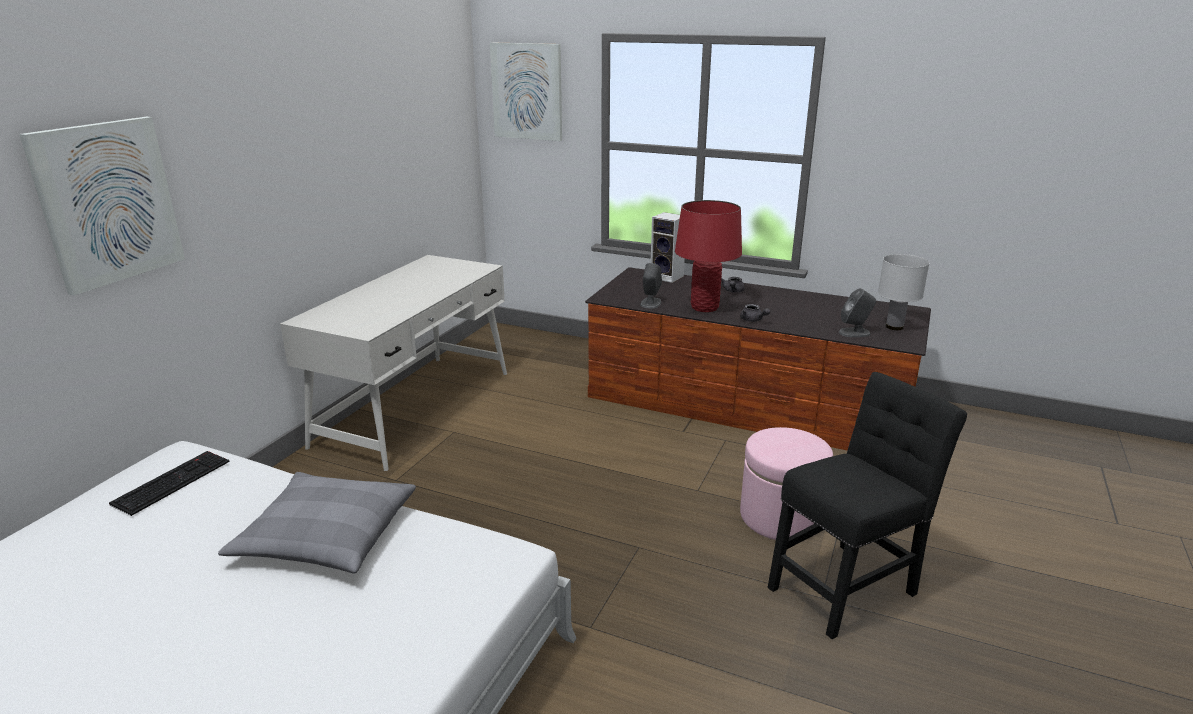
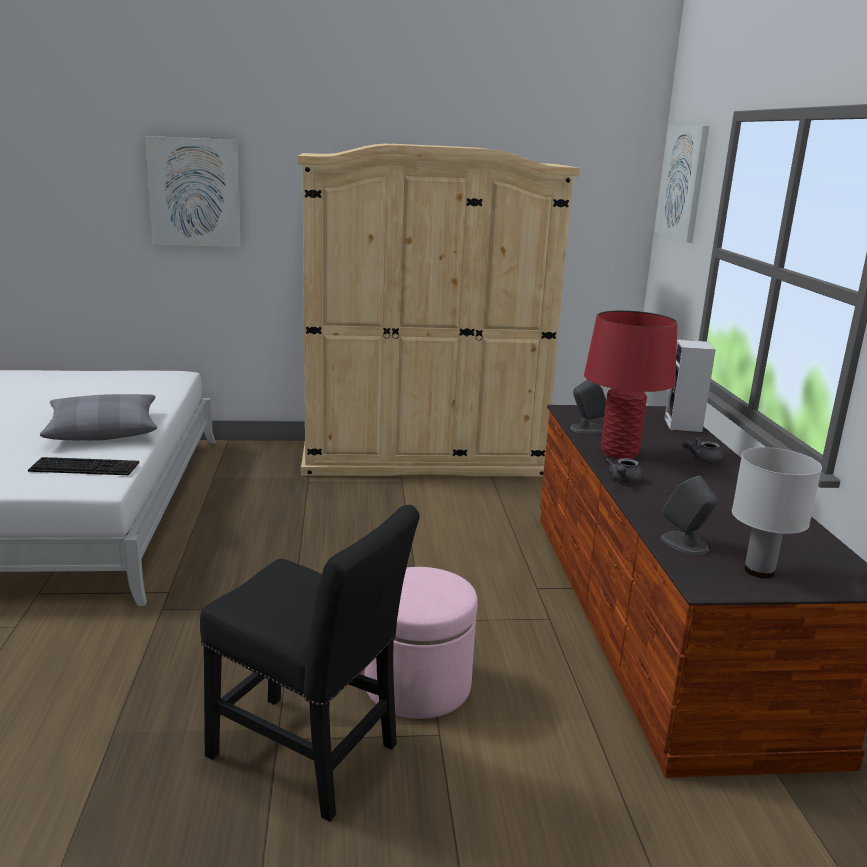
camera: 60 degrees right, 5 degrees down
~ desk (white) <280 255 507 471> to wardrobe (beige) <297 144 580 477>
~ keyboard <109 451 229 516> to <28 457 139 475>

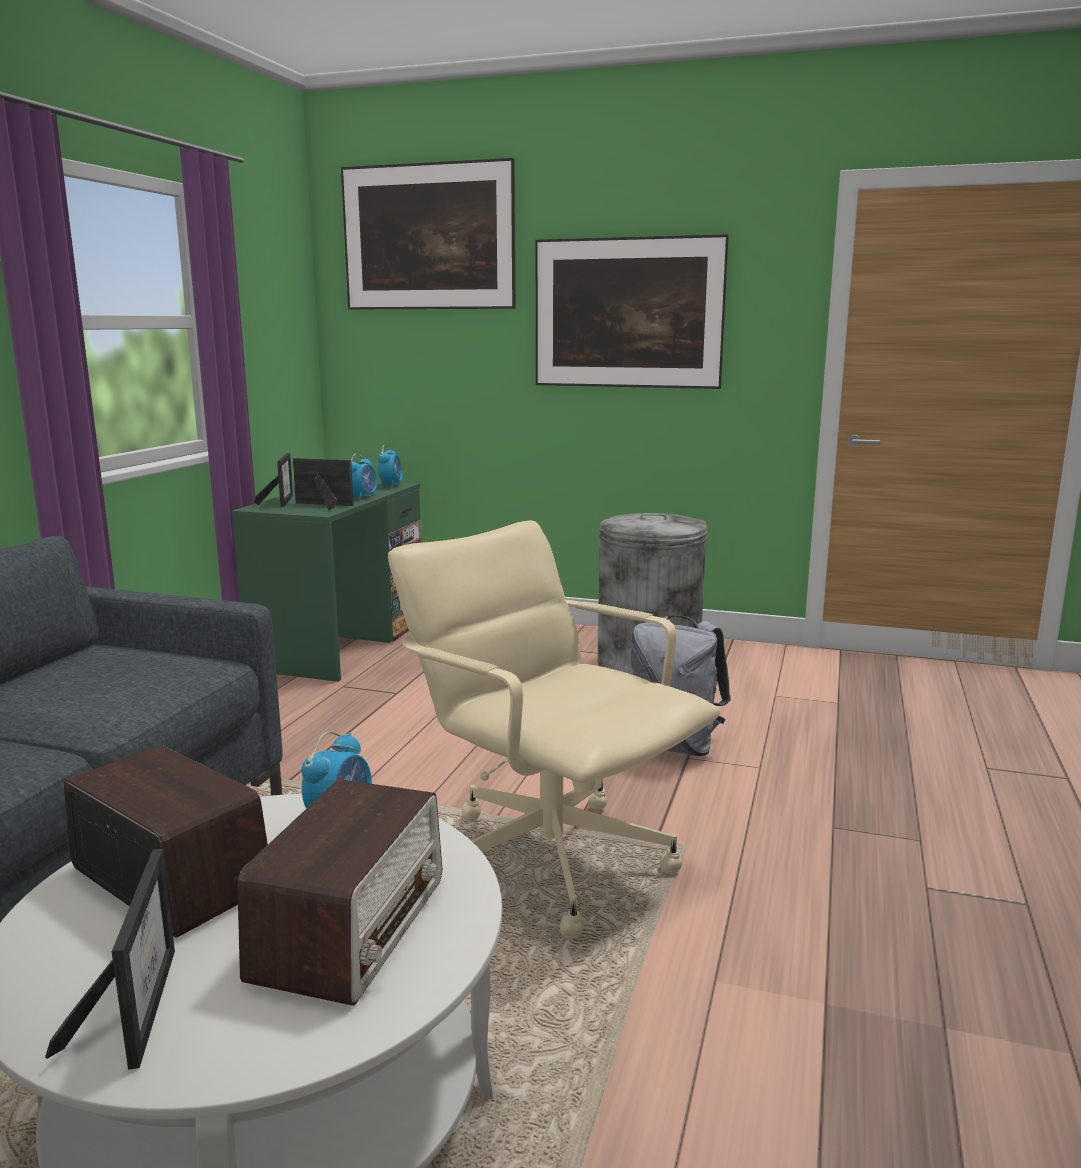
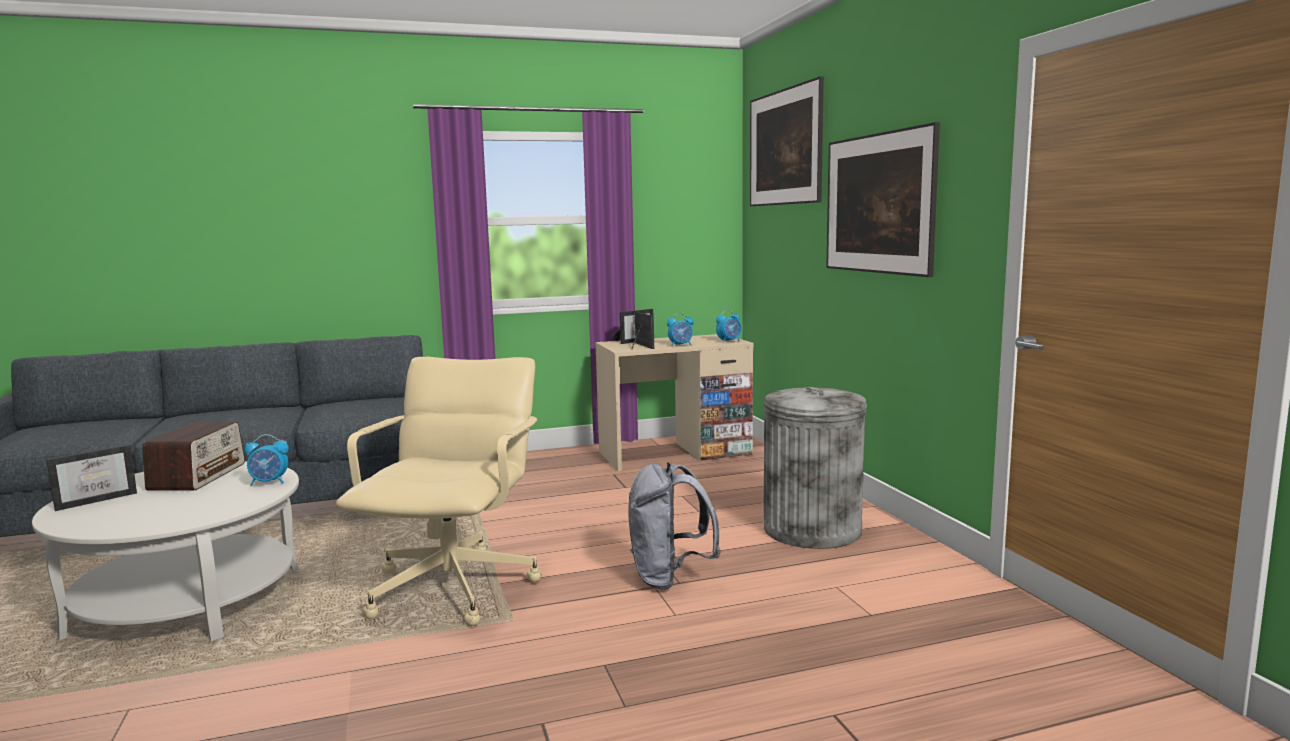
camera: 55 degrees right, 5 degrees down
~ desk (green) <232 481 421 682> to desk (beige) <595 334 754 471>
- radio <238 779 442 1006>

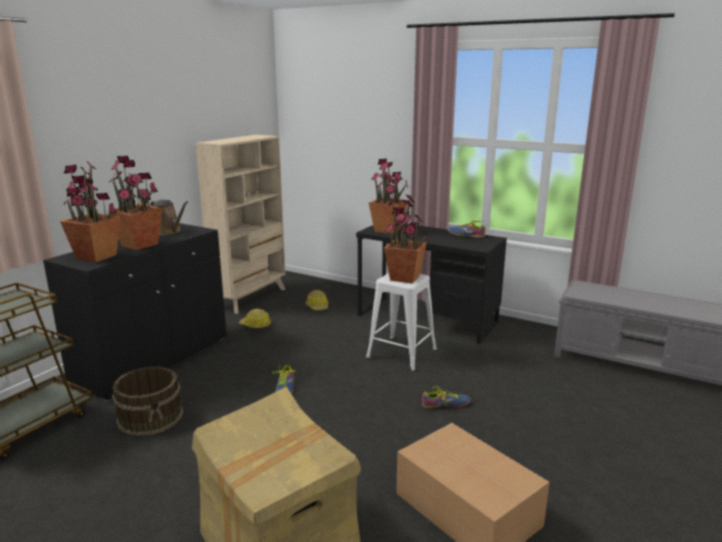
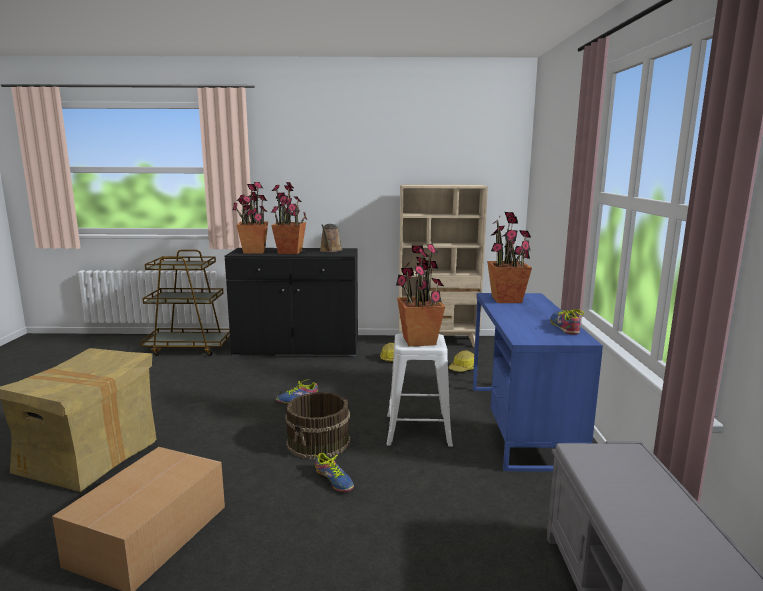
camera: 60 degrees right, 5 degrees down
~ desk (black) <356 223 507 344> to desk (blue) <473 293 603 472>
~ bucket (brown) <112 366 183 436> to <285 392 351 459>

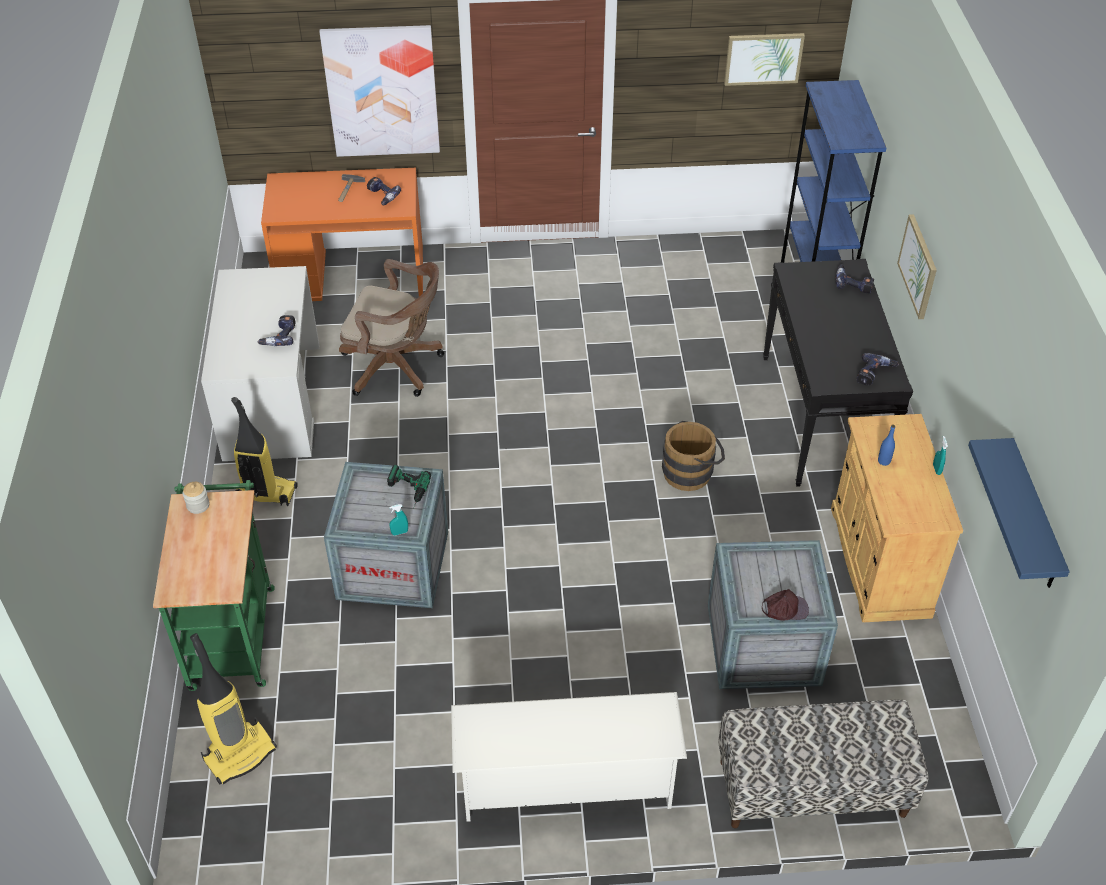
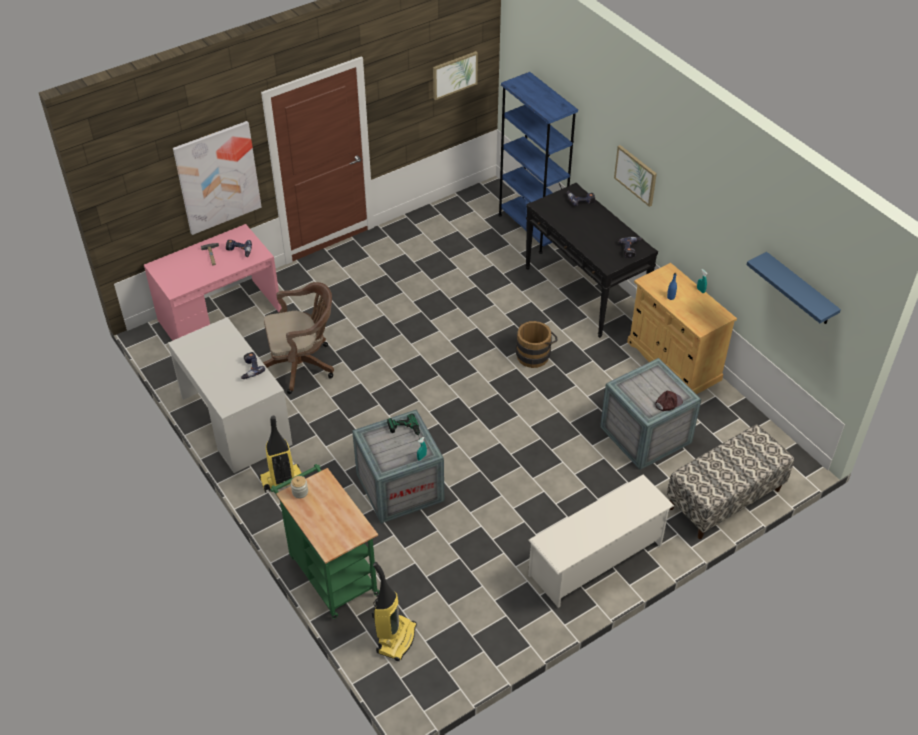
camera: 30 degrees left, 0 degrees up
~ desk (orange) <261 168 423 301> to desk (pink) <144 224 281 341>

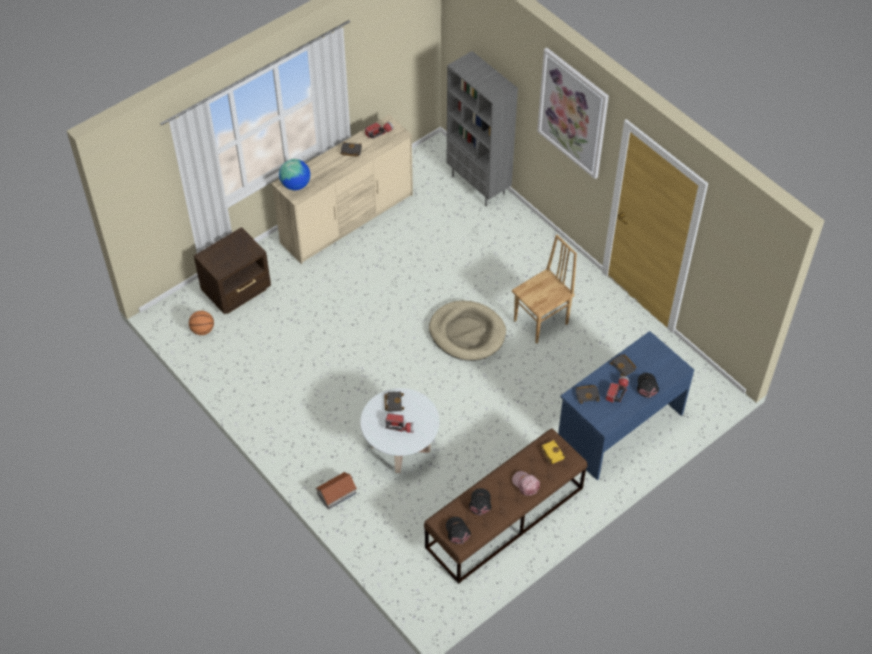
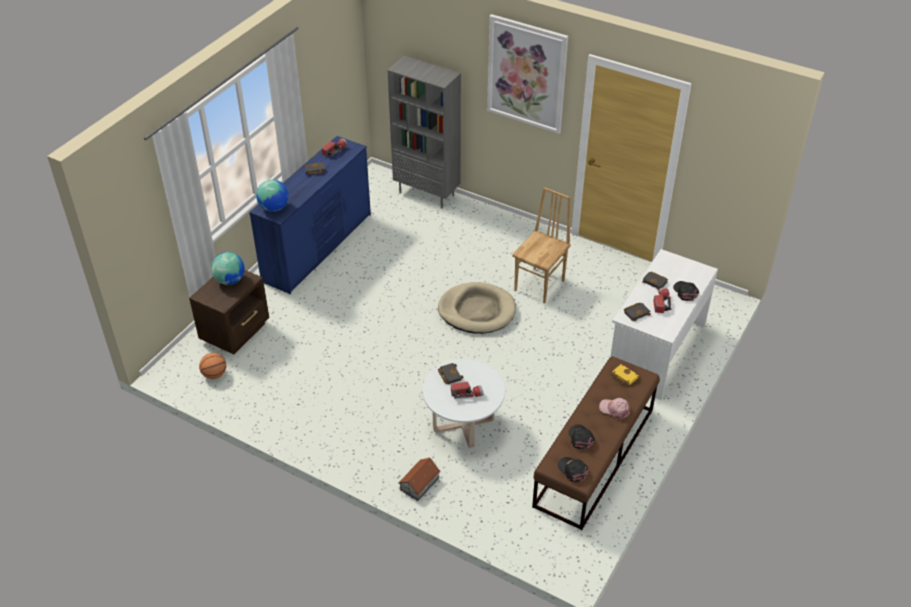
camera: 20 degrees left, 10 degrees down
~ dresser (beige) <272 115 413 264> to dresser (blue) <249 136 371 294>
~ desk (blue) <558 331 694 480> to desk (white) <611 249 718 400>
+ globe <211 252 245 285>

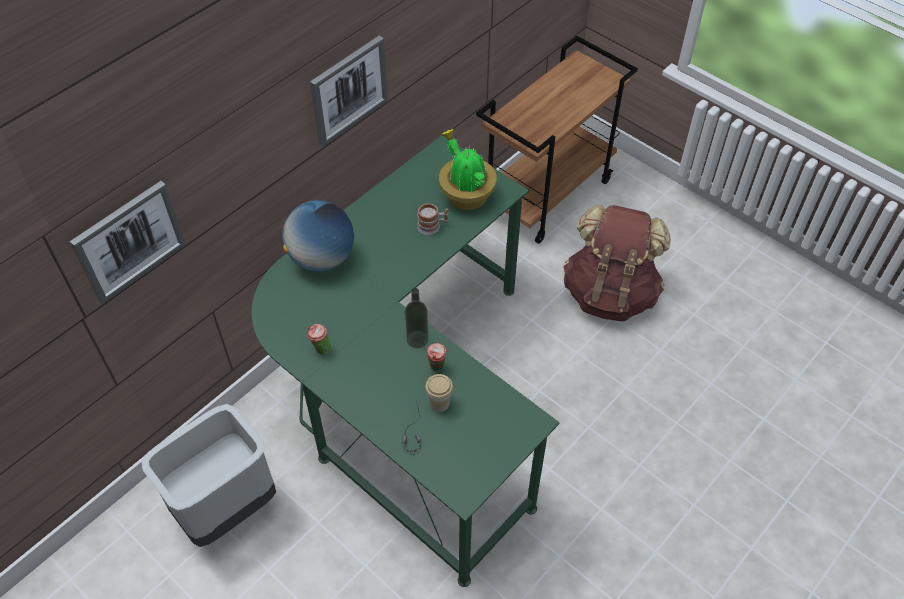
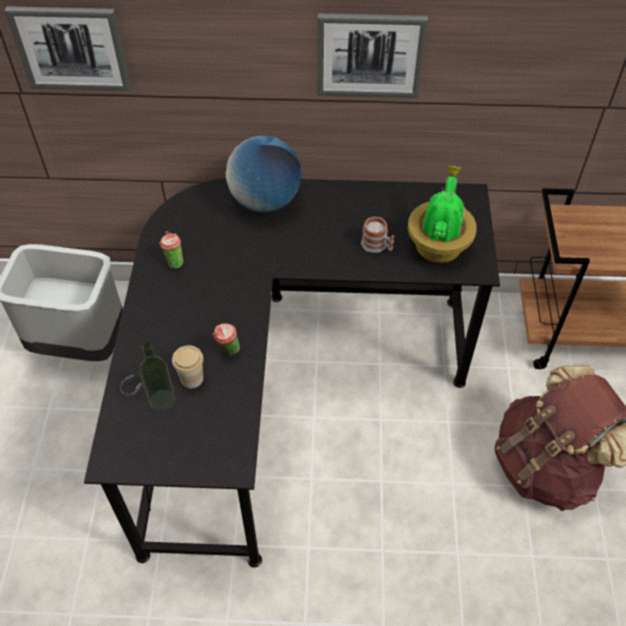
camera: 50 degrees right, 0 degrees up
~ desk (green) <251 135 560 587> to desk (black) <84 178 500 568>
~ bottle <405 288 429 348> to <139 342 175 411>

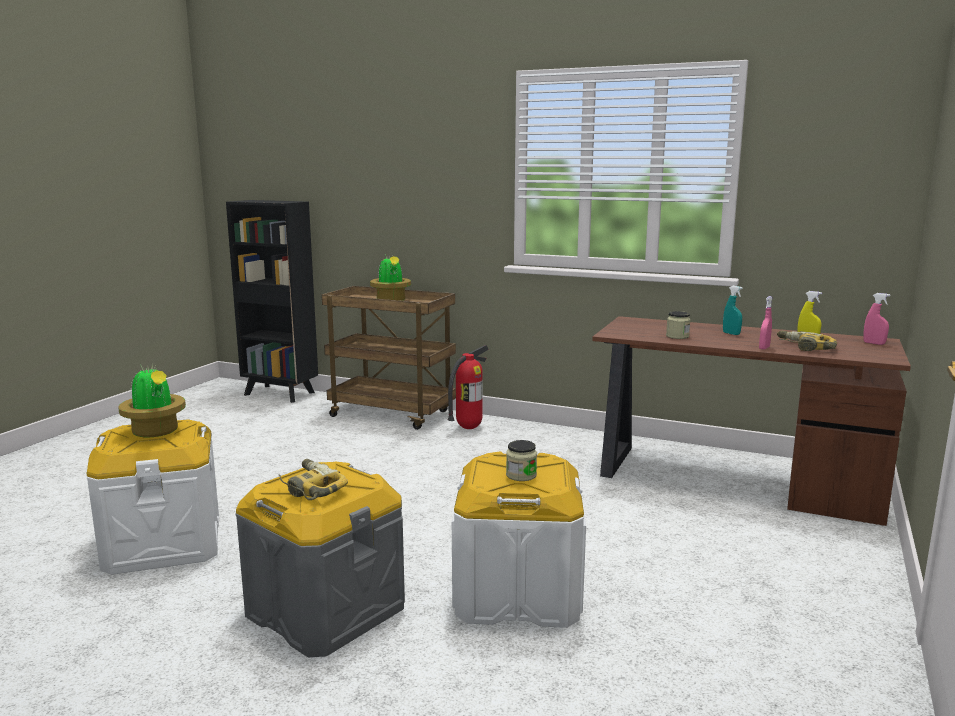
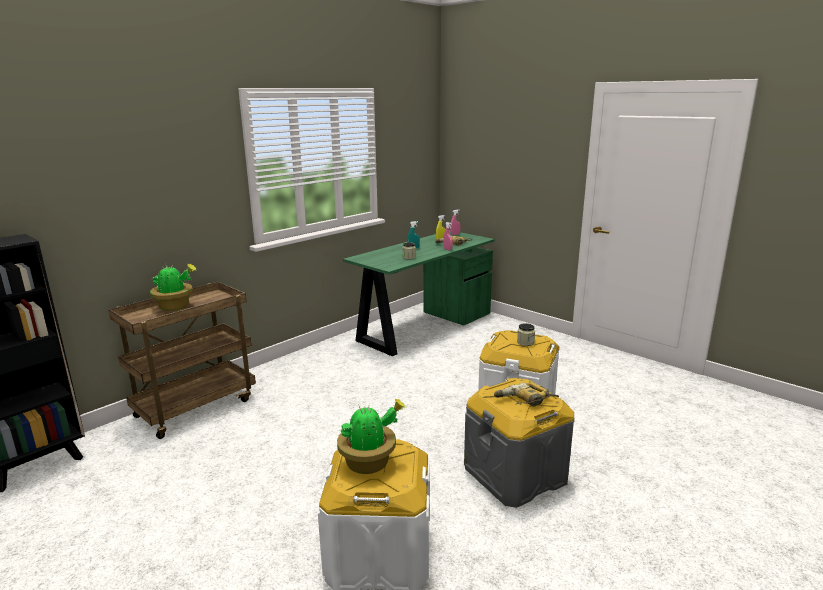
camera: 70 degrees left, 5 degrees up
~ desk (brown) <592 316 911 526> to desk (green) <343 230 495 356>
- fire extinguisher <448 345 489 429>

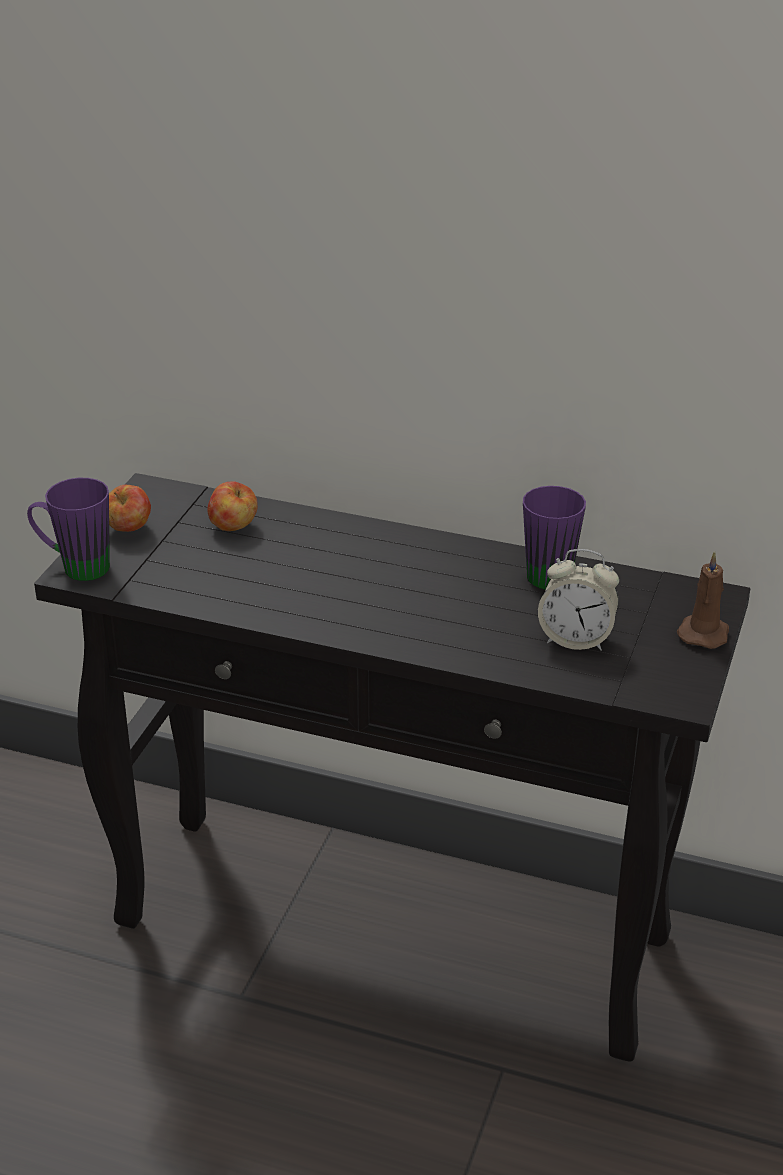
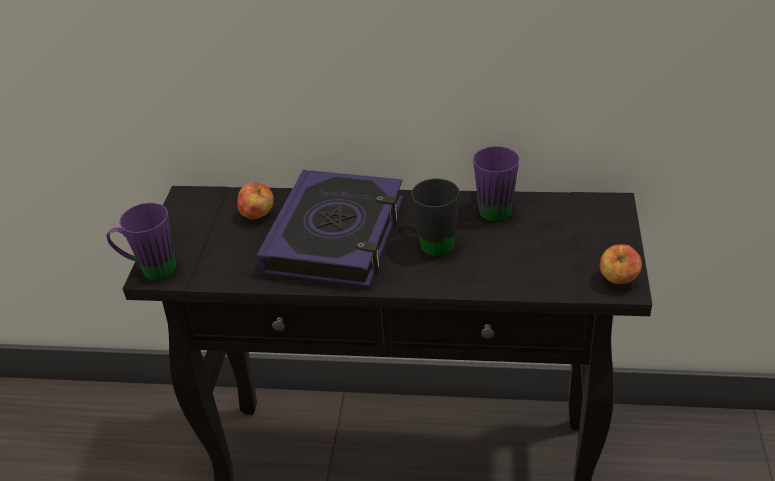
camera: 10 degrees left, 5 degrees up
~ apple <109 485 151 532> to <600 245 642 284>
- alarm clock <538 549 619 651>
- candle (brown) <677 551 729 649>
+ book <257 170 403 288>
+ mug (black) <411 179 459 256>

